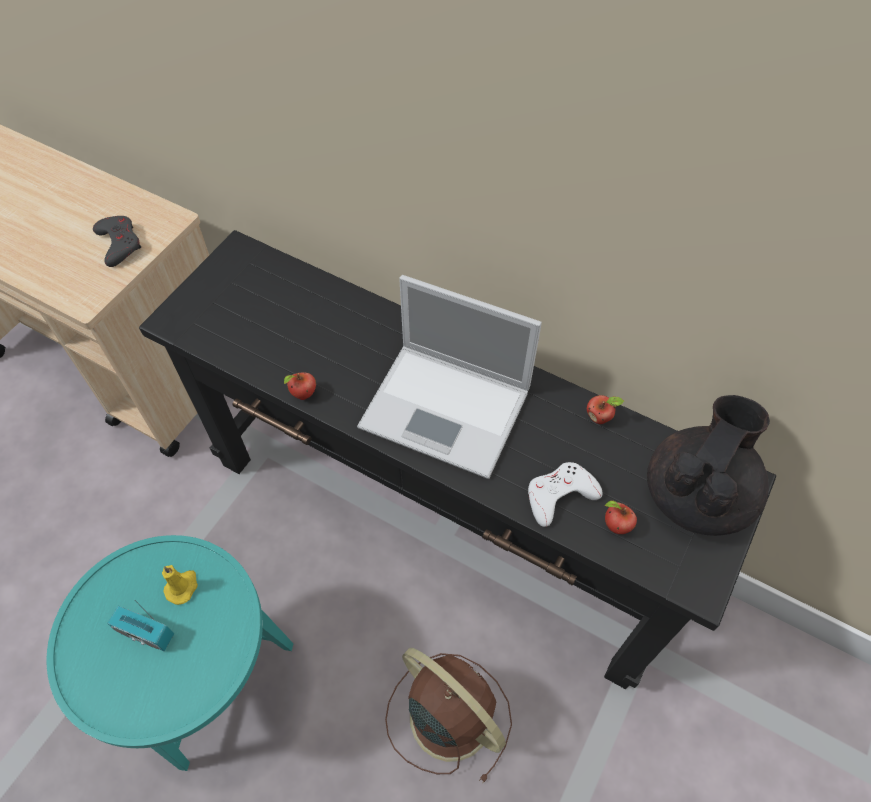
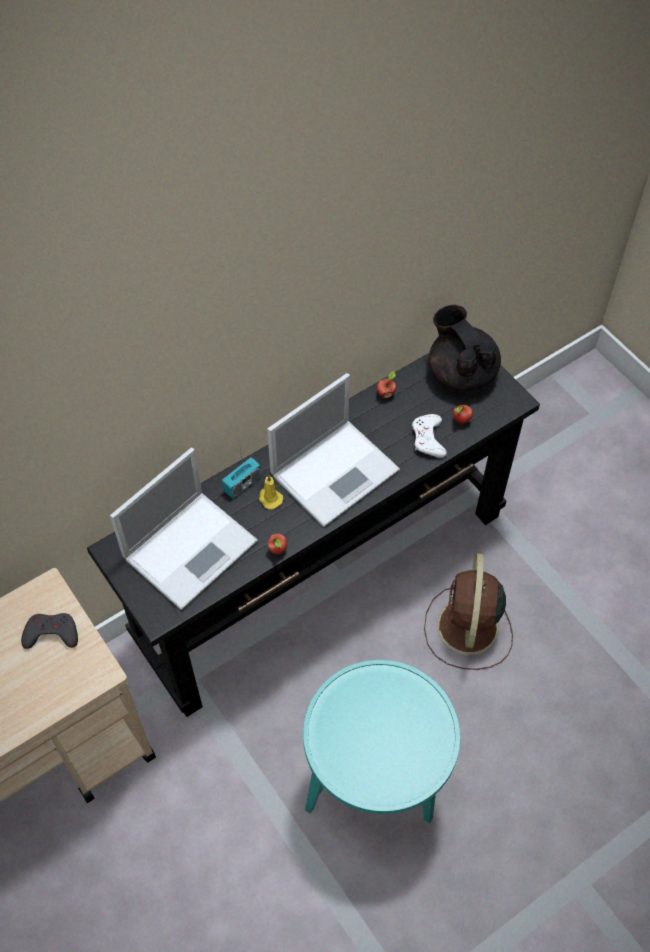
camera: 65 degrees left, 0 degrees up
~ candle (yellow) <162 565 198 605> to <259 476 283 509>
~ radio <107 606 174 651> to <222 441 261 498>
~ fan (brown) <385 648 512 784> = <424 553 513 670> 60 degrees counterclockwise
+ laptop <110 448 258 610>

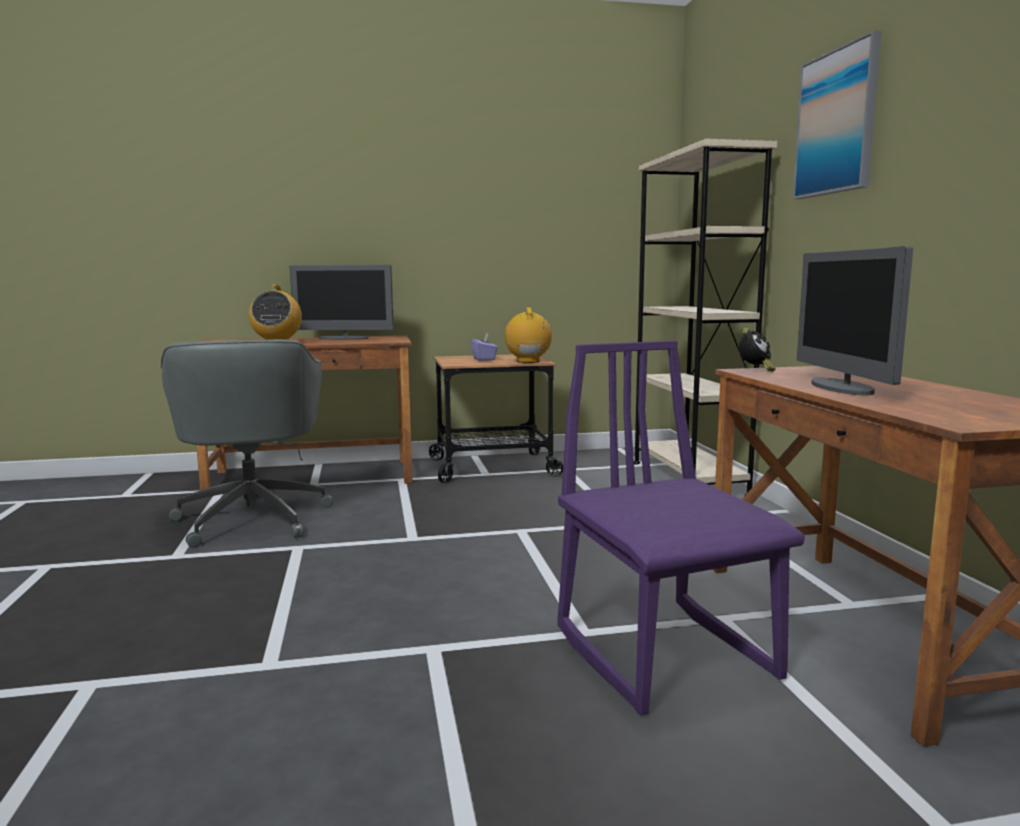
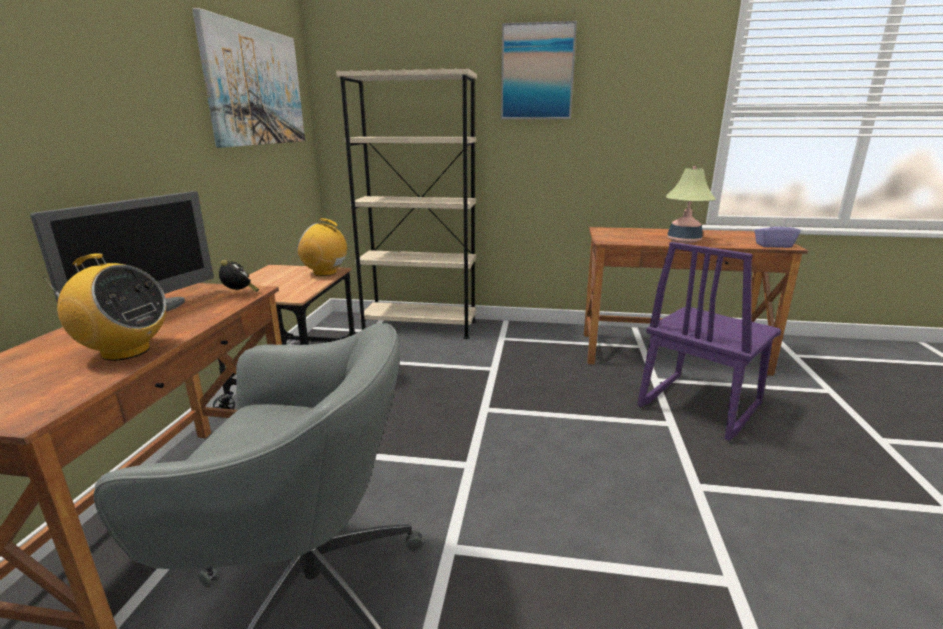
camera: 70 degrees left, 10 degrees up
~ monitor <797 246 913 395> to table lamp <666 166 716 243>
~ alarm clock <739 328 776 372> to <219 260 259 292>
~ tissue box (purple) <471 333 498 361> to <754 218 800 248>
~ chair (purple) <557 341 805 716> = <637 242 781 441> 45 degrees counterclockwise
+ picture <192 8 305 148>

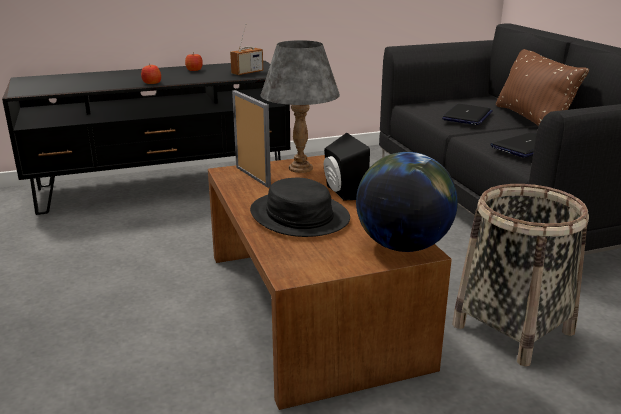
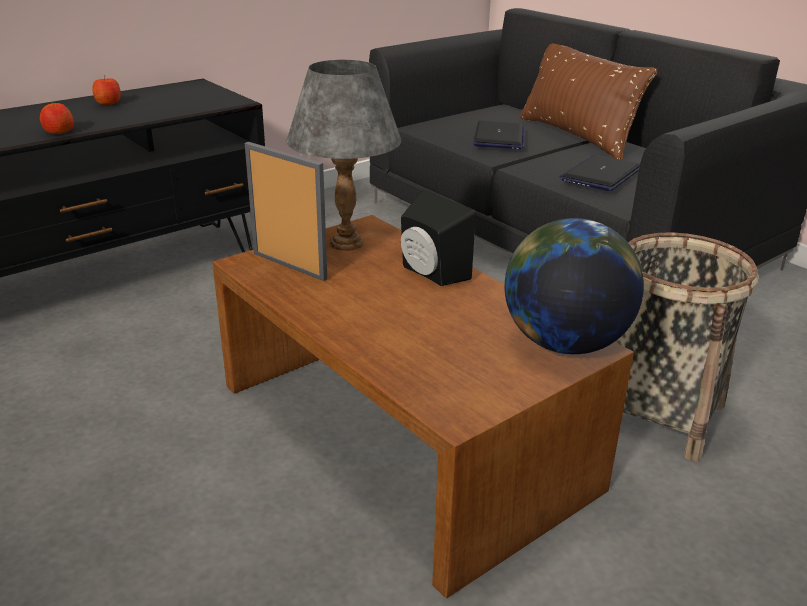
camera: 20 degrees left, 5 degrees up
- radio <230 24 263 76>
- hat (black) <250 178 350 237>

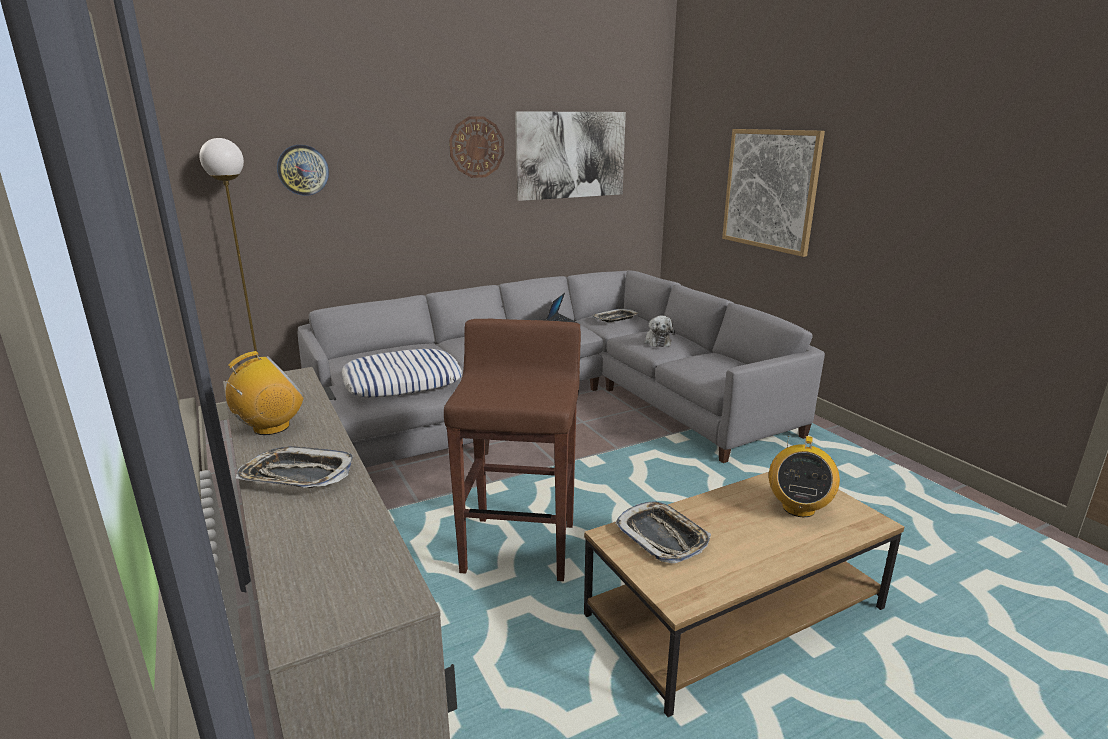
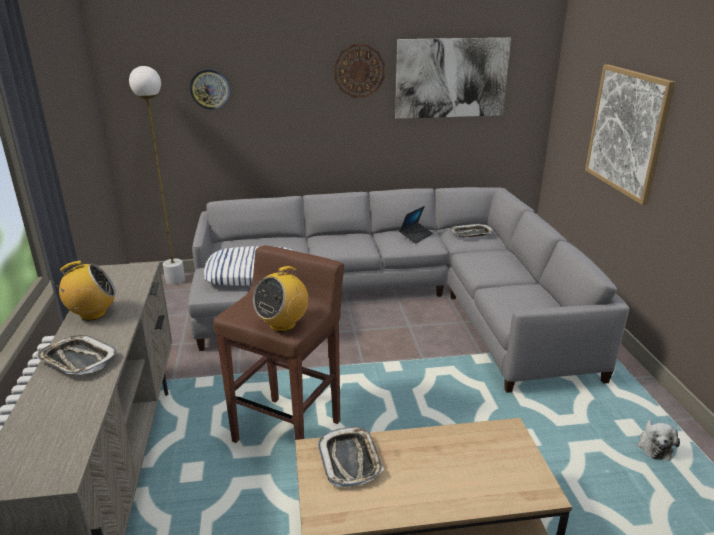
camera: 20 degrees right, 5 degrees up
~ plush toy <644 315 675 347> to <637 420 680 461>
~ radio <769 436 840 517> to <253 266 308 332>

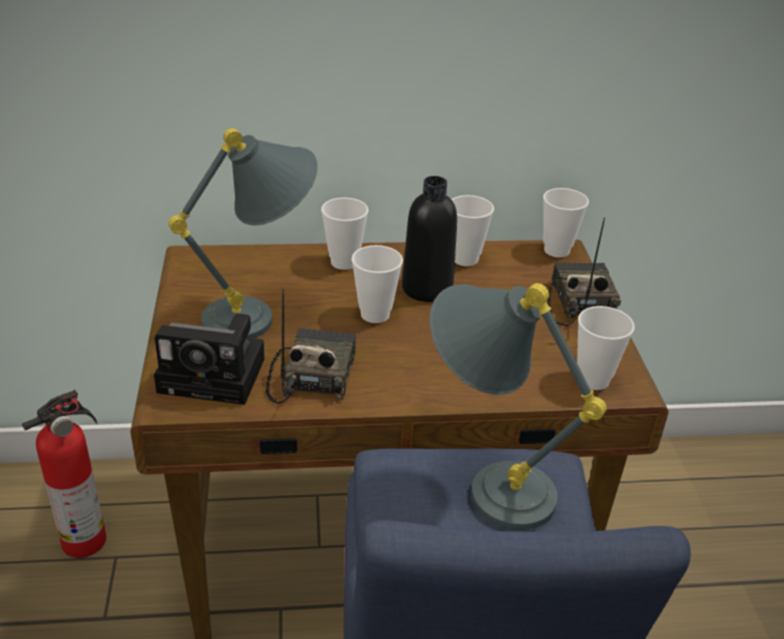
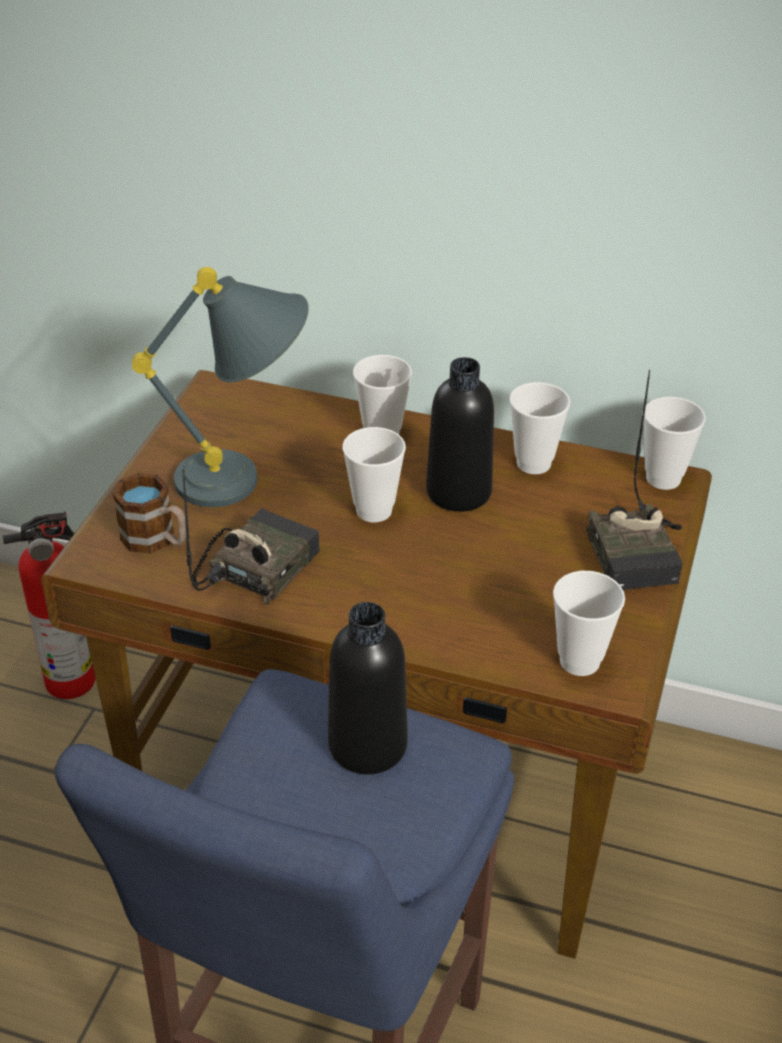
camera: 25 degrees right, 5 degrees up
~ radio <547 217 621 326> = <586 370 683 590> 150 degrees clockwise
~ table lamp (grey) <430 283 607 530> to bottle (black) <328 602 408 775>
~ photo camera <154 313 265 405> to mug <113 473 186 554>

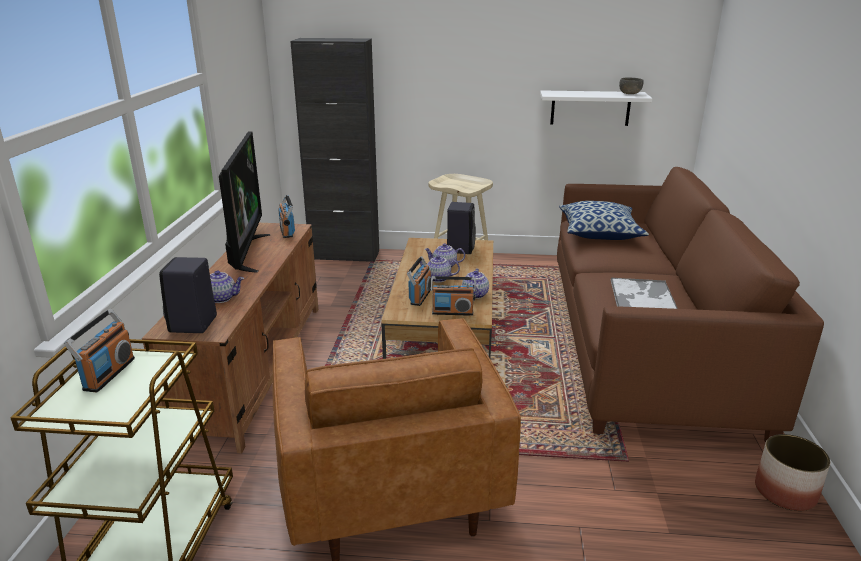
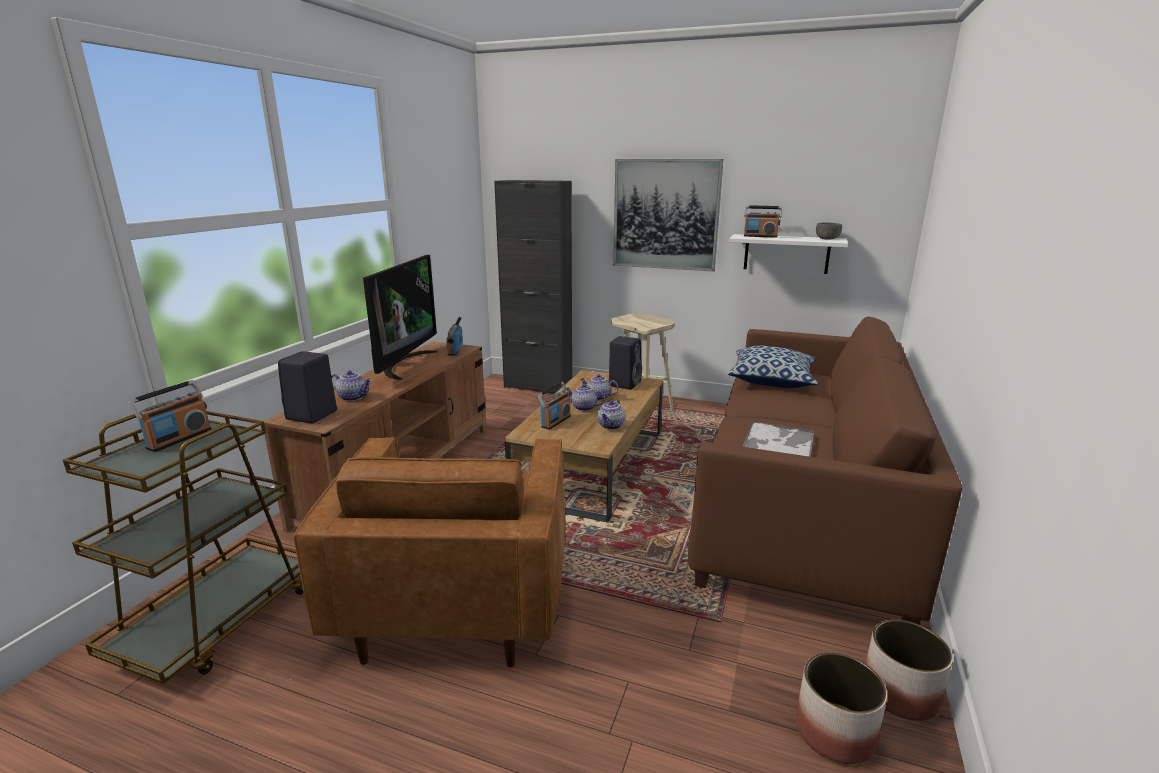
camera: 15 degrees right, 5 degrees down
~ radio <430 276 476 316> to <744 205 782 238>
+ picture <613 159 723 271>
+ planter <796 652 887 764>

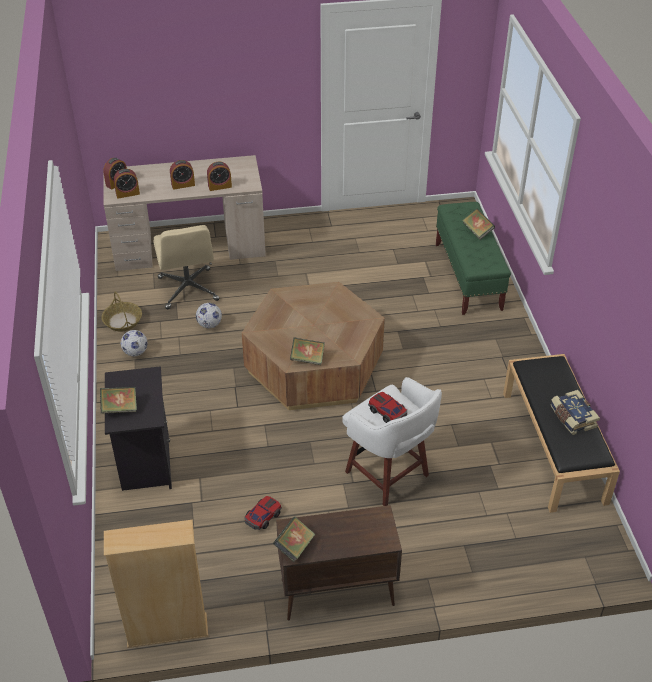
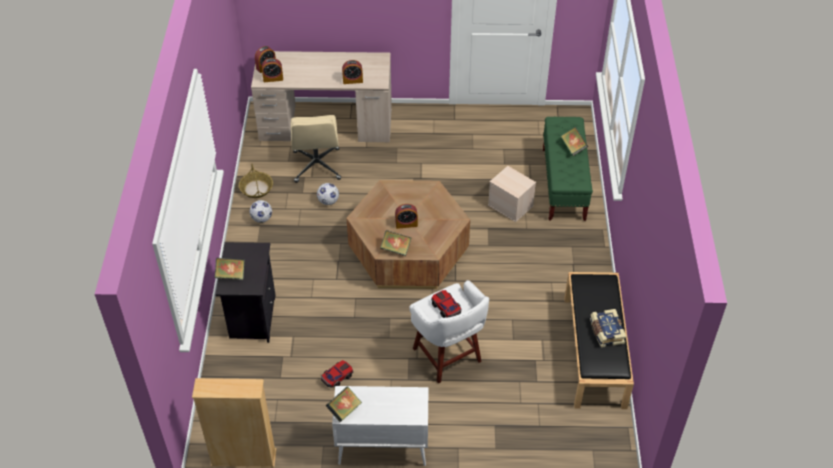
camera: 10 degrees right, 5 degrees up
~ alarm clock <170 160 195 190> to <395 204 418 229>
~ cabinet (brown) <276 505 402 621> to cabinet (white) <332 386 429 466>
+ storage box (beige) <488 166 536 222>

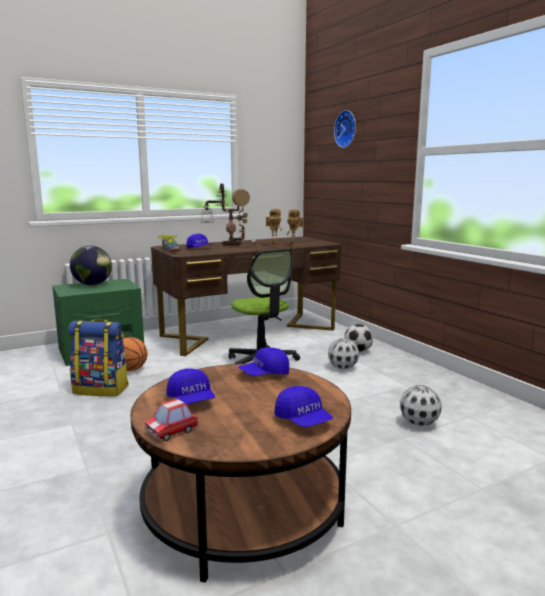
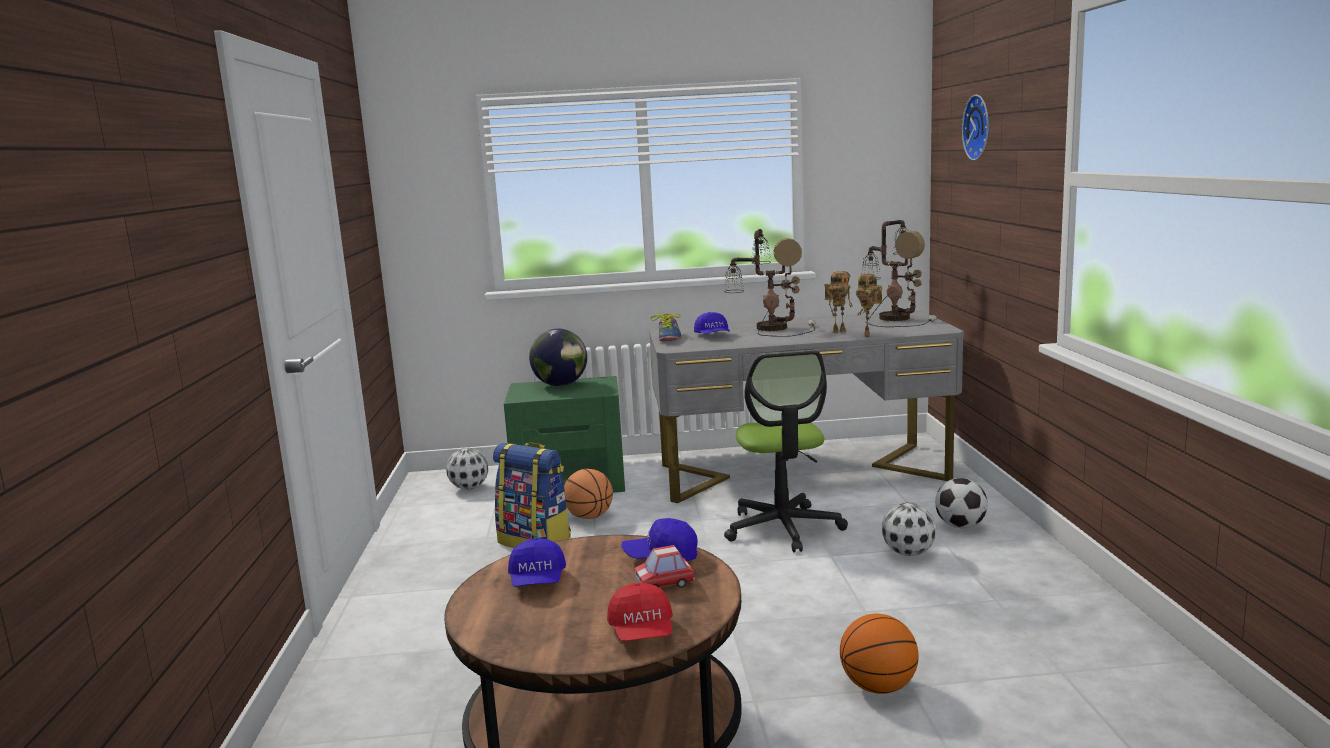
camera: 25 degrees right, 0 degrees up
~ desk (brown) <151 237 342 356> to desk (grey) <649 310 964 503>
~ football <400 385 442 426> to <446 448 488 490>
~ cap (blue) <275 386 333 427> to cap (red) <607 582 673 641>
~ toy car <145 399 198 441> to <634 545 695 588>
+ table lamp <862 220 937 327>
+ basketball <840 614 919 694>

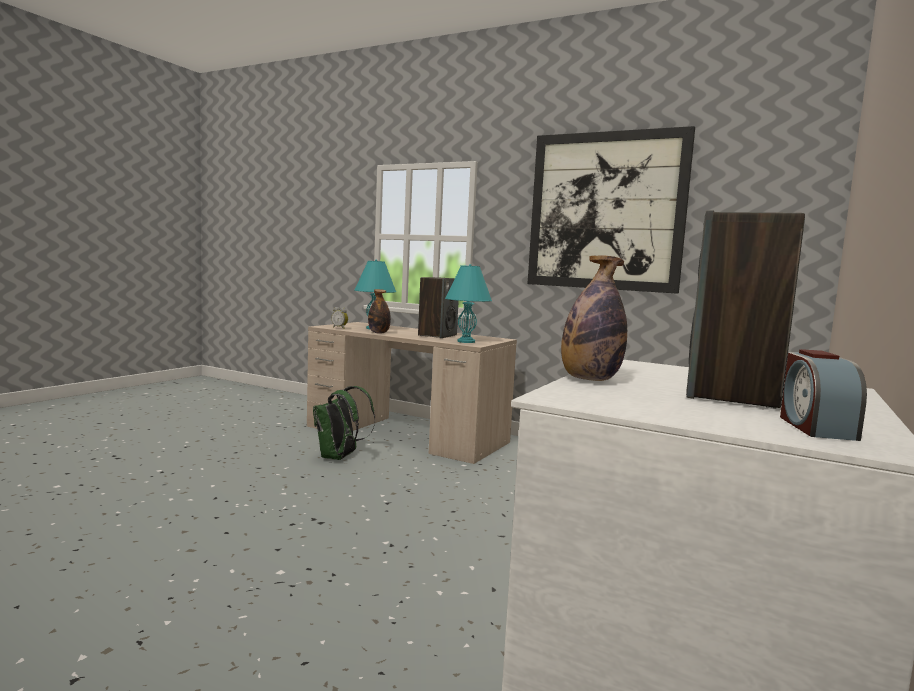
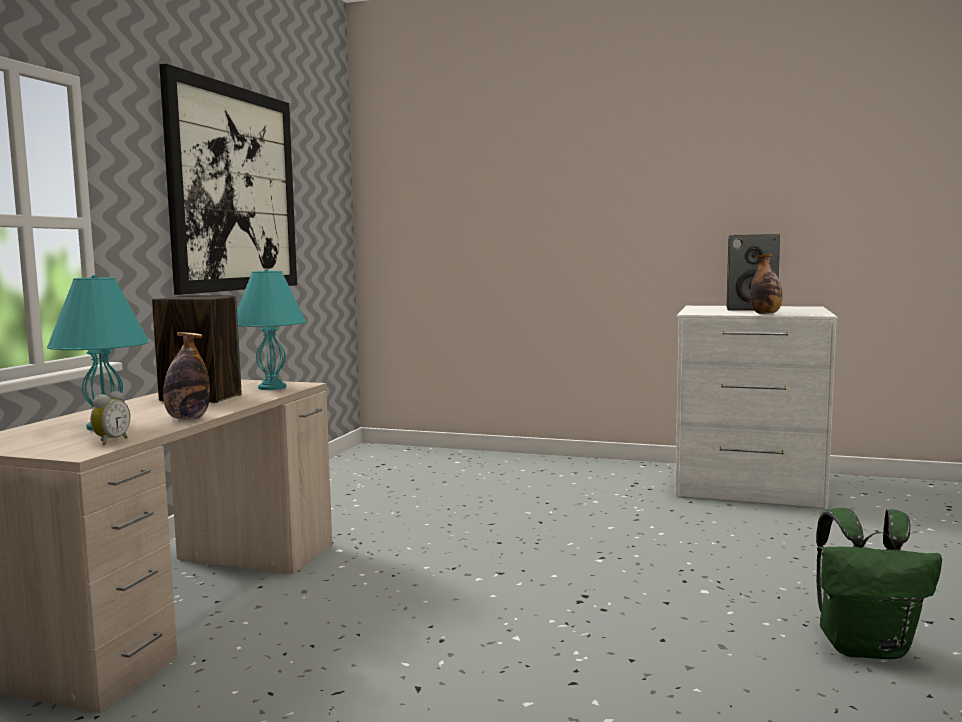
camera: 100 degrees left, 0 degrees up
- alarm clock <780 349 867 441>
~ backpack (green) <313 386 375 460> to <816 508 942 659>

